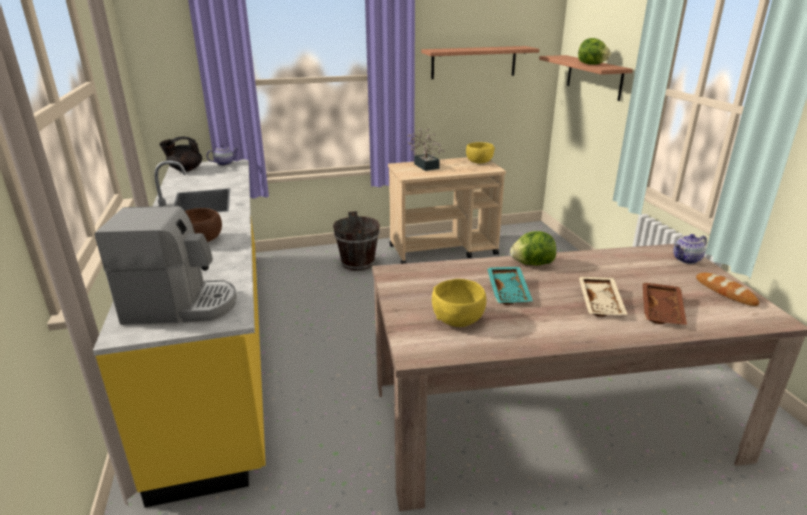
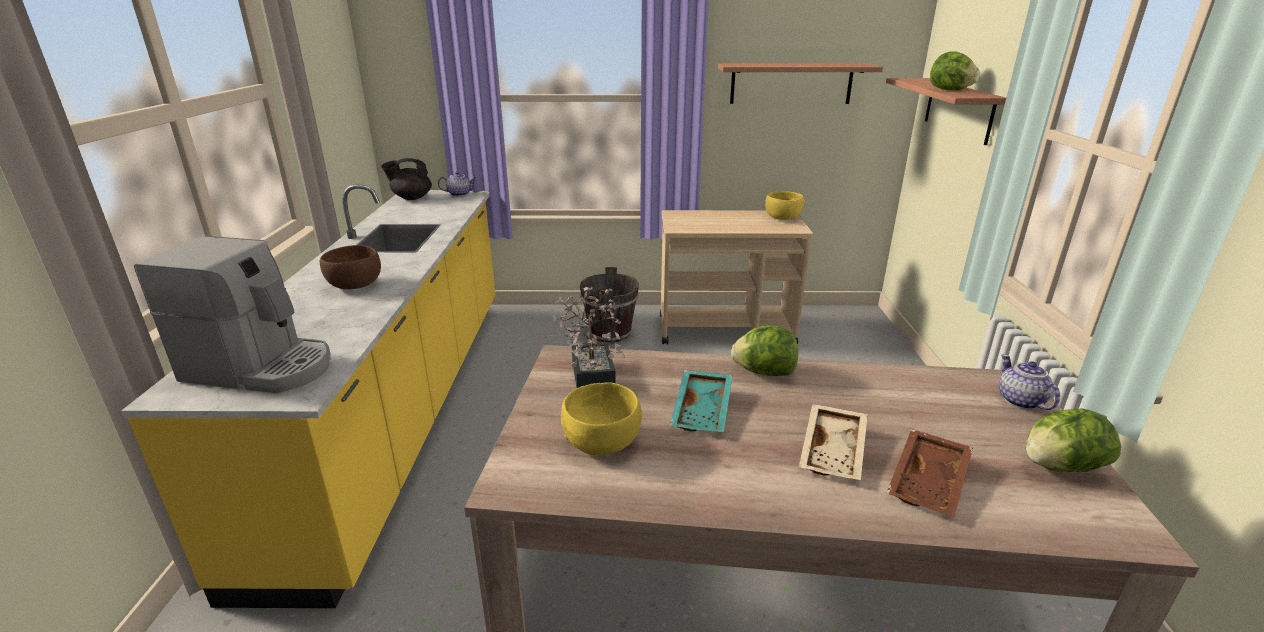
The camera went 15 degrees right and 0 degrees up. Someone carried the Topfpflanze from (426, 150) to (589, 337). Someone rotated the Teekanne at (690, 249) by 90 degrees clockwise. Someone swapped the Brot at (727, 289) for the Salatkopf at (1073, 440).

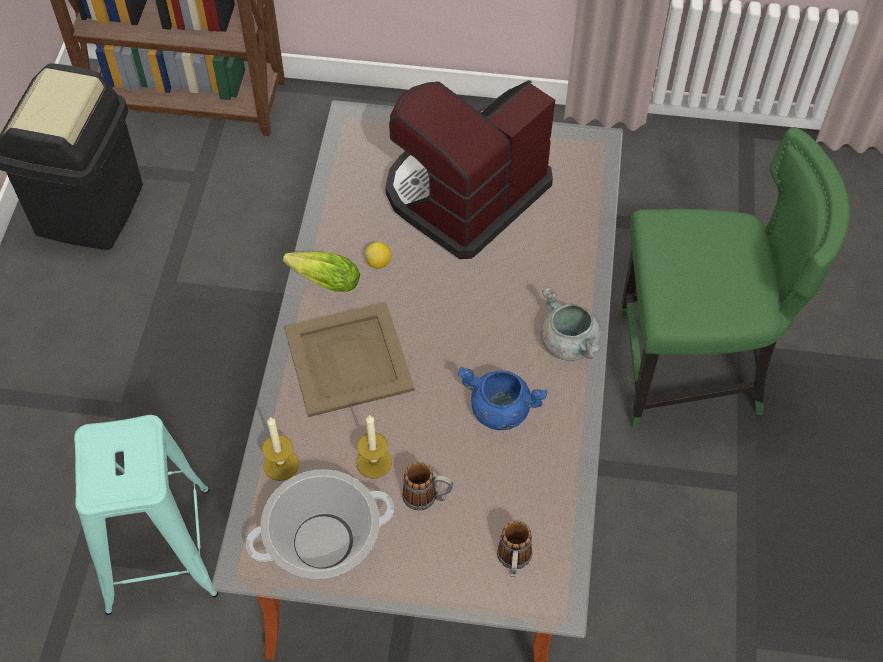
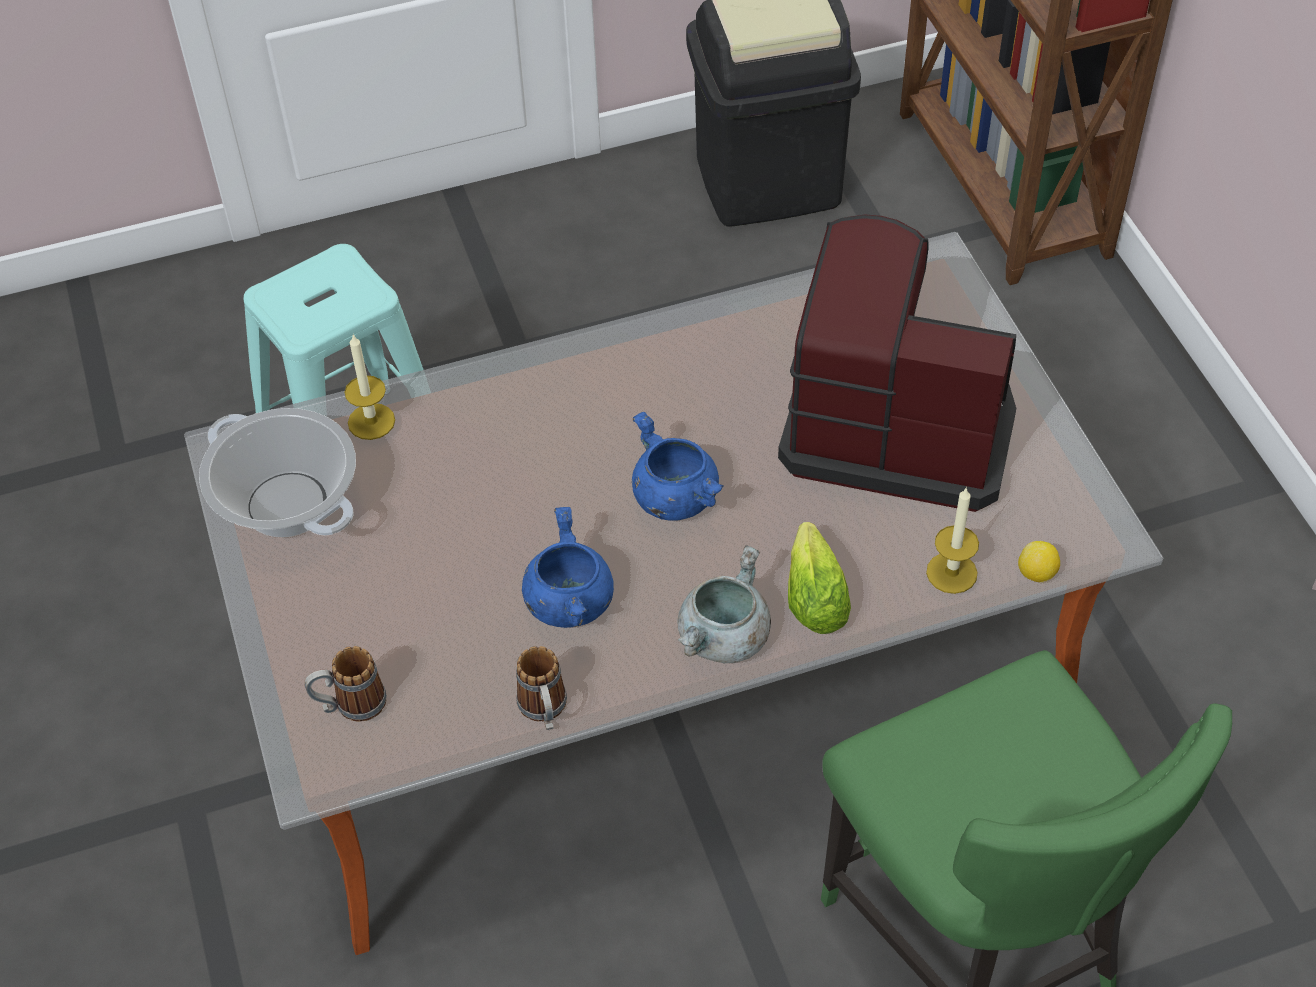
The camera went 65 degrees right and 5 degrees down. Someone carried the Henkelbecher from (427, 486) to (541, 688). Someone put down the Kochtopf [blau] at (678, 466). Someone carried the Salatkopf from (321, 272) to (819, 578). Someone carried the Kerze from (374, 447) to (952, 540). Someone carried the Zitrone from (378, 255) to (1039, 562). Someone took away the Tablett [beige] at (349, 359).

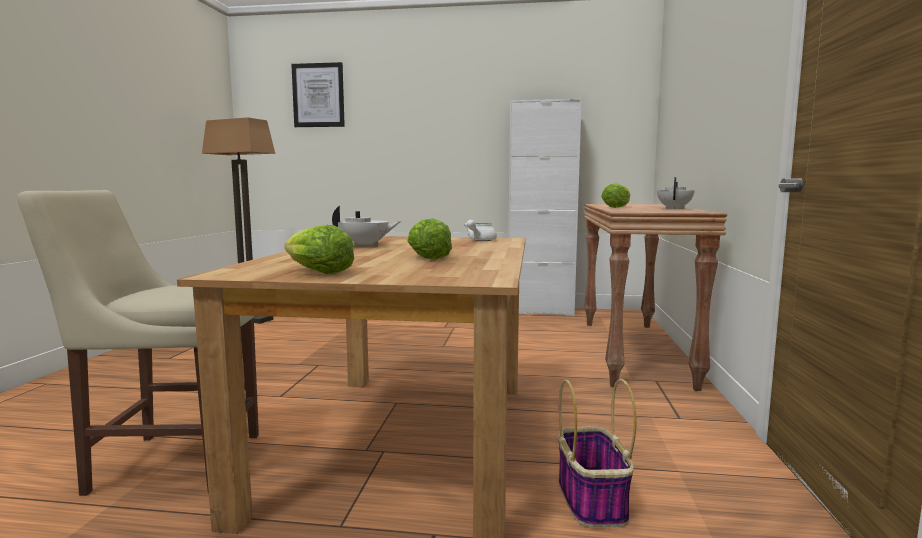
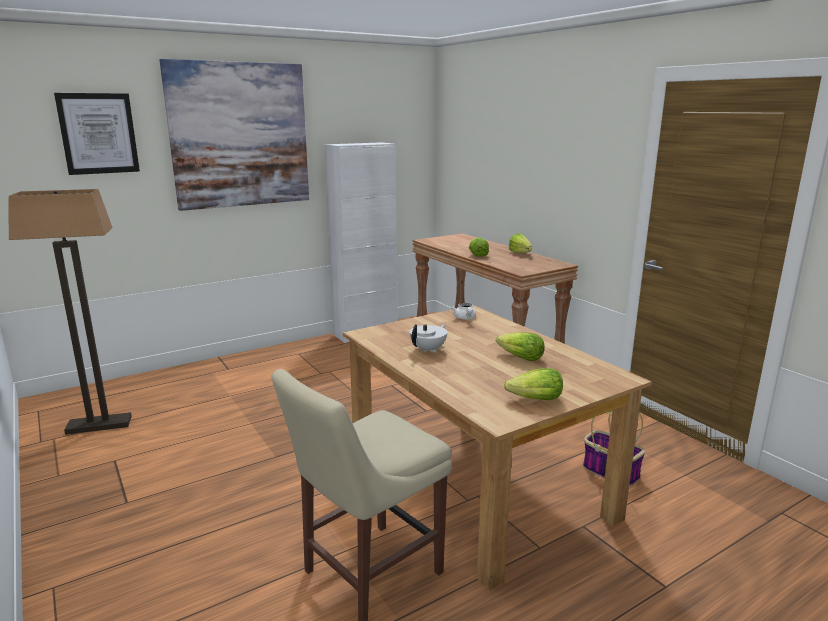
The camera went 40 degrees left and 10 degrees up. Someone put up the Bild at (234, 135). Someone swapped the Teekanne [weiß] at (676, 193) for the Salatkopf at (520, 243).

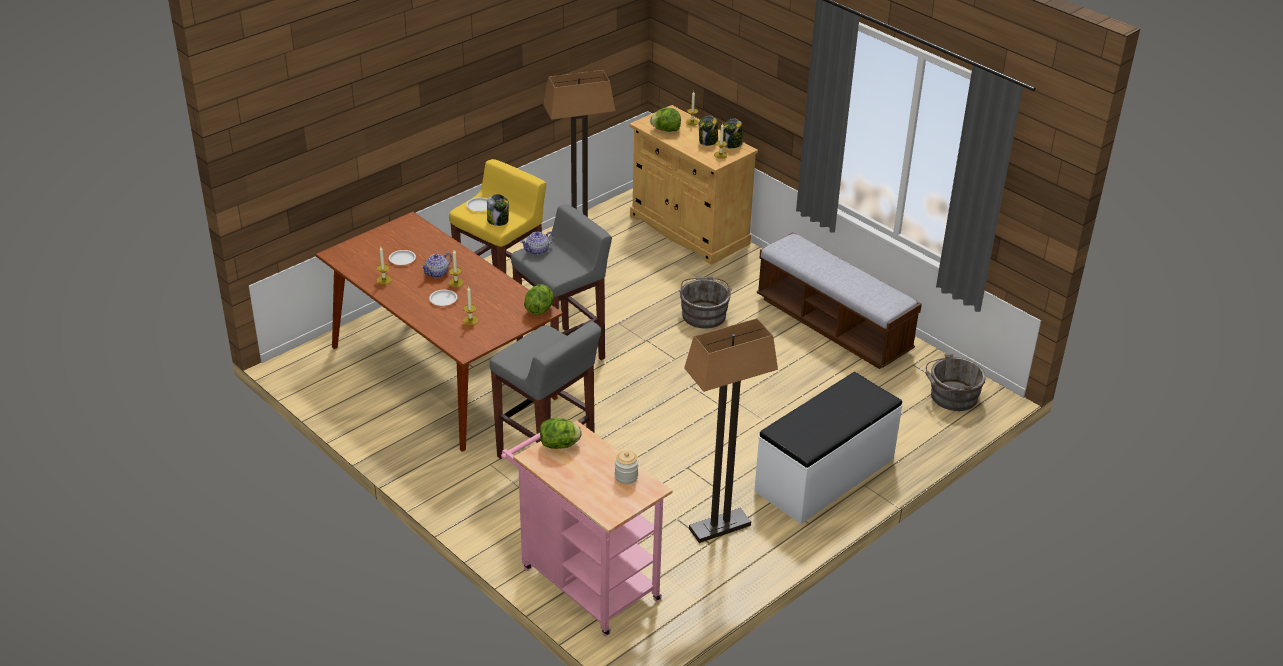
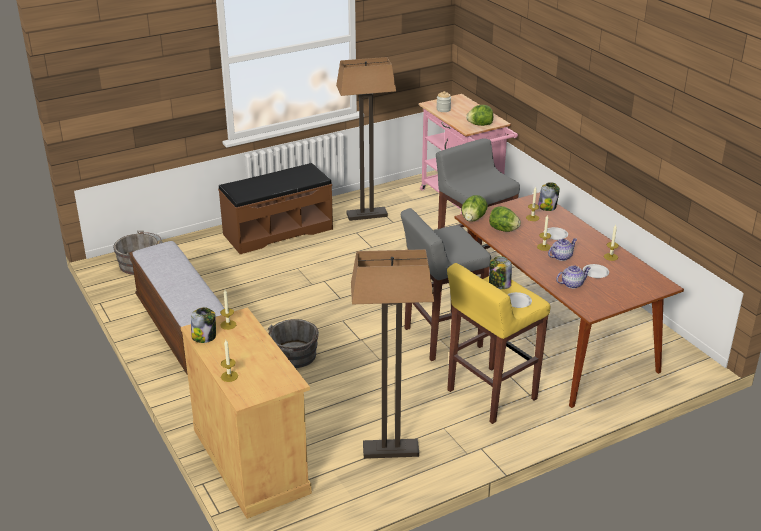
The camera went 165 degrees left and 5 degrees down. Someone repainted the Bank [weiß] at (828, 448), which became the Bank [braun] at (275, 208). Someone carried the Salatkopf from (665, 120) to (505, 219). Someone carried the Vorratsglas from (708, 131) to (549, 196). Someone carried the Teekanne from (537, 243) to (573, 277).

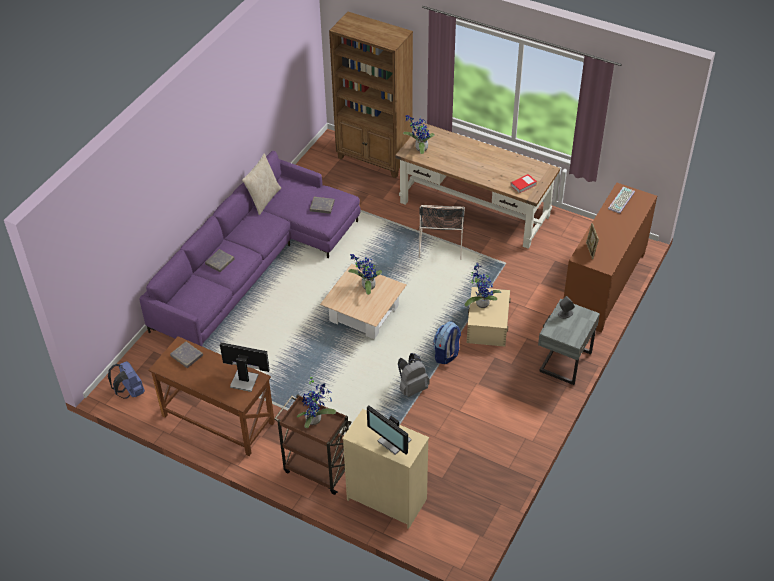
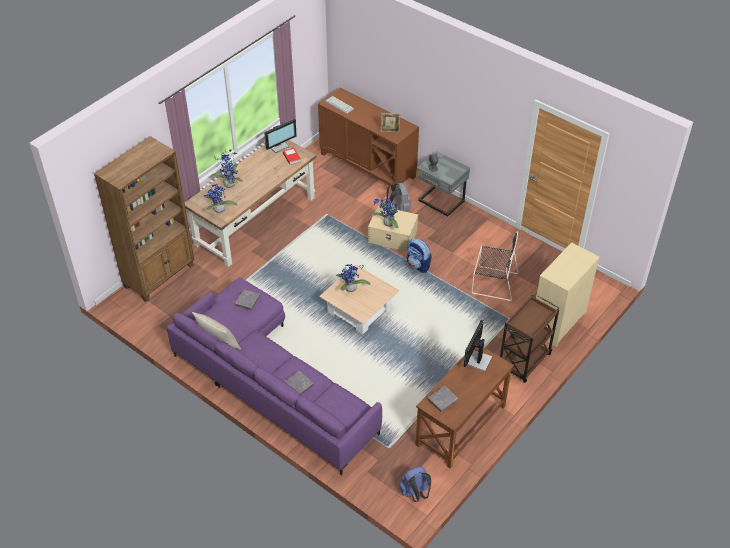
The camera went 80 degrees left and 0 degrees up. Someone carried the Topfpflanze from (316, 402) to (226, 168). Someone carried the Monitor from (389, 430) to (280, 136). Someone carried the Rucksack [grau] from (414, 375) to (399, 197). Someone carried the Stuhl [schwarz] from (442, 232) to (495, 266).

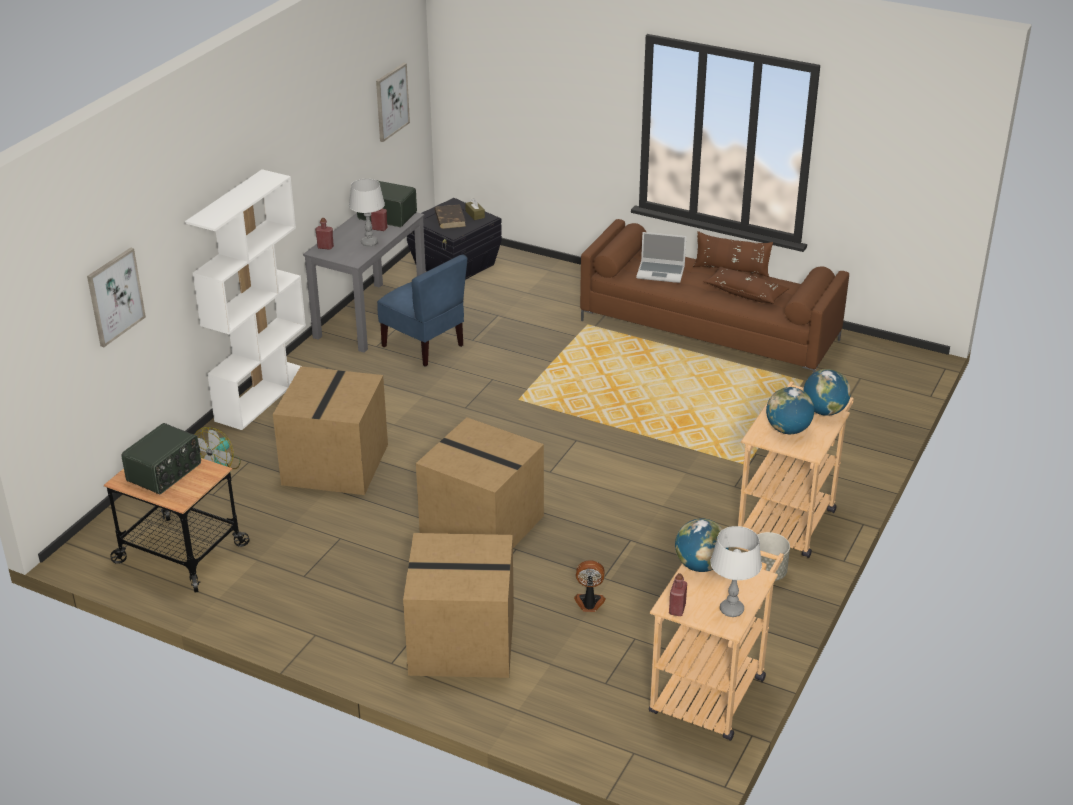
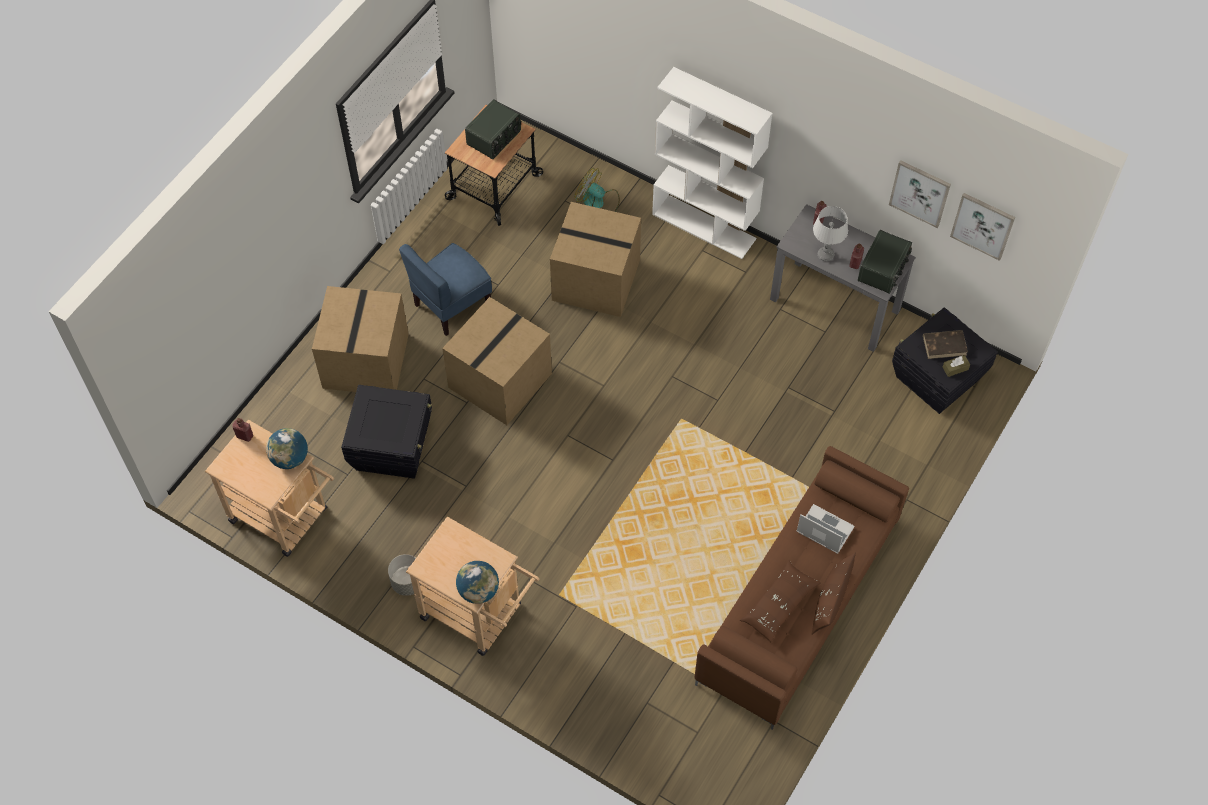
The camera went 95 degrees right and 25 degrees up. Someone swapped the Ventilator at (590, 586) for the Aufbewahrungsbox [schwarz] at (386, 432). Someone carried the Stuhl [blau] from (422, 310) to (445, 289). Someone rotated the Radio at (161, 458) by 90 degrees counterclockwise. Someone rotated the Laptop at (661, 257) by 105 degrees clockwise. Someone carried the Bild from (116, 297) to (920, 194). Someone took away the Tischlampe [grau] at (736, 571). Someone took away the Globus at (790, 410).

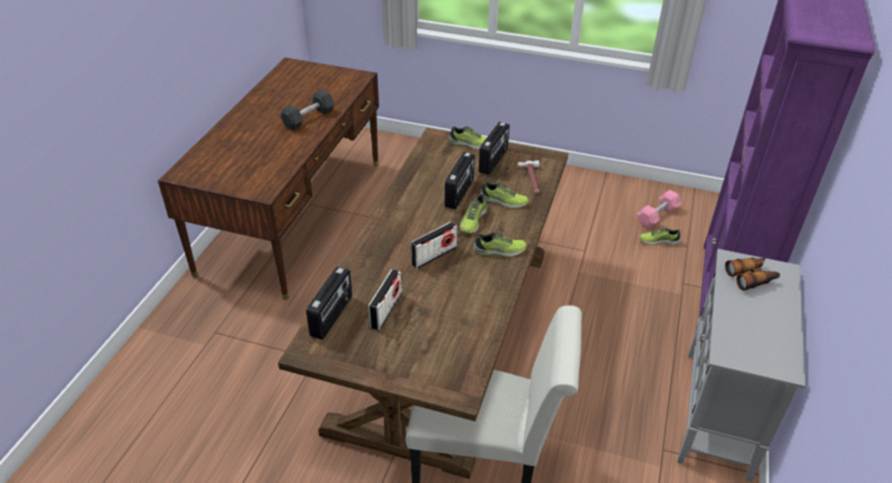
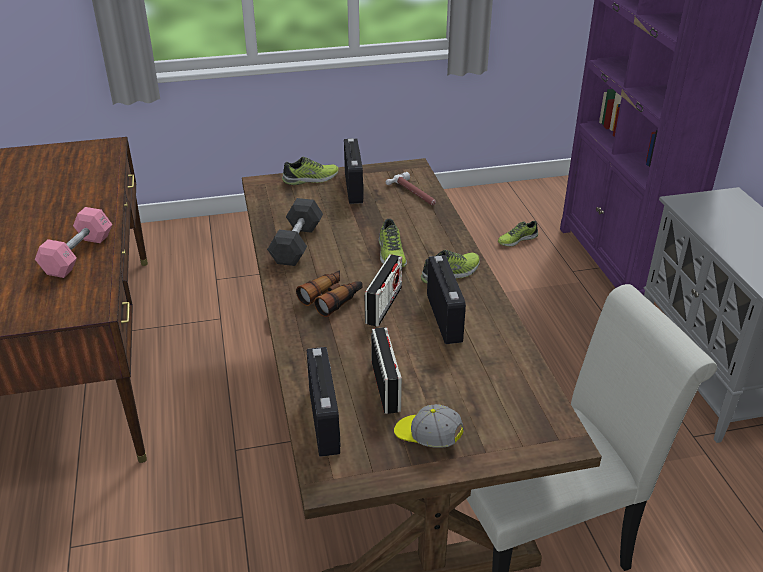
The camera went 30 degrees left and 5 degrees down. Someone carried the Hantel [rosa] from (659, 209) to (74, 242). Someone carried the Hantel [schwarz] from (307, 110) to (295, 232). Someone carried the Fernglas from (752, 274) to (329, 293). Someone put down the Kappe at (429, 426). Someone carried the Radio from (460, 180) to (446, 299). Someone took away the Schuh at (504, 195).

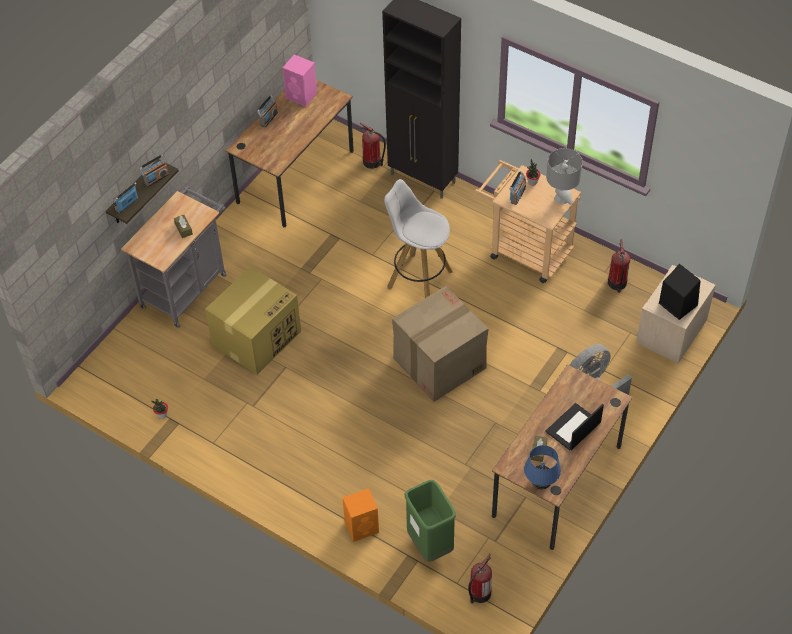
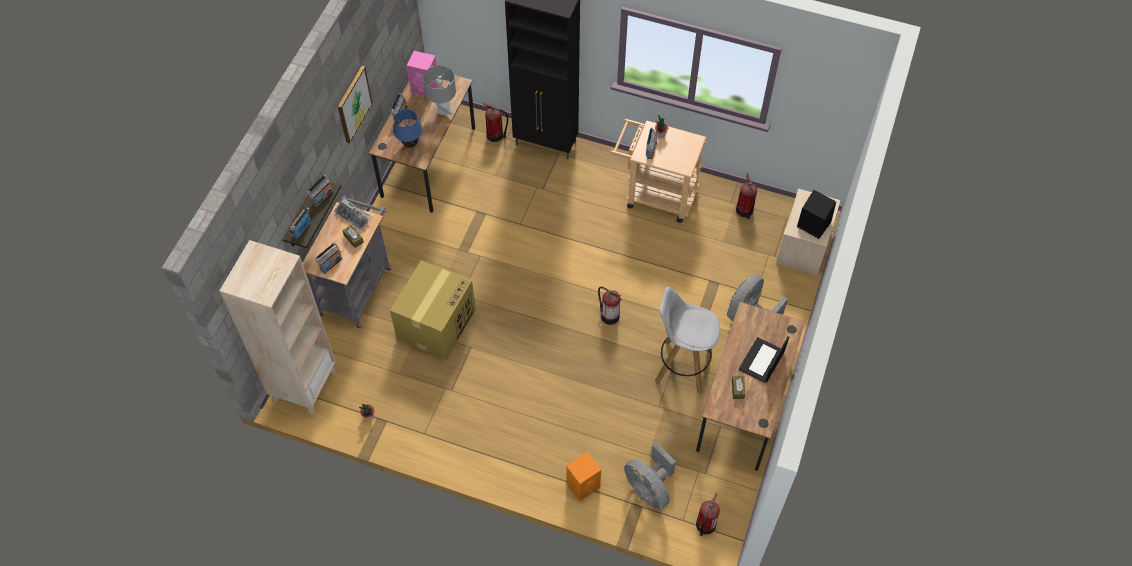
The camera went 15 degrees left and 5 degrees up. Someone put down the Bücherregal [beige] at (277, 327). Someone put down the Radio at (328, 258). Someone put down the Tastatur at (353, 214). Someone put up the Bild at (355, 104). Someone carried the Tischlampe [blau] from (542, 467) to (408, 128). Someone carried the Tischlampe [grau] from (564, 176) to (439, 90). Someone swapped the Karton at (440, 344) for the Feuerlöscher at (609, 305). Someone swapped the Mülleimer [grün] at (430, 521) for the Ventilator [grau] at (650, 476). Someone carried the Hocker [weiß] from (418, 238) to (687, 341).

